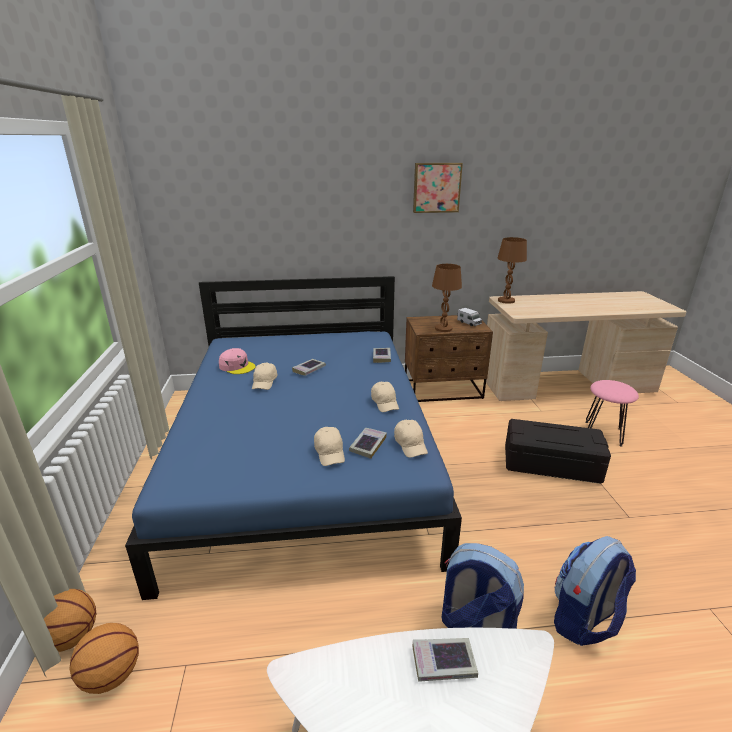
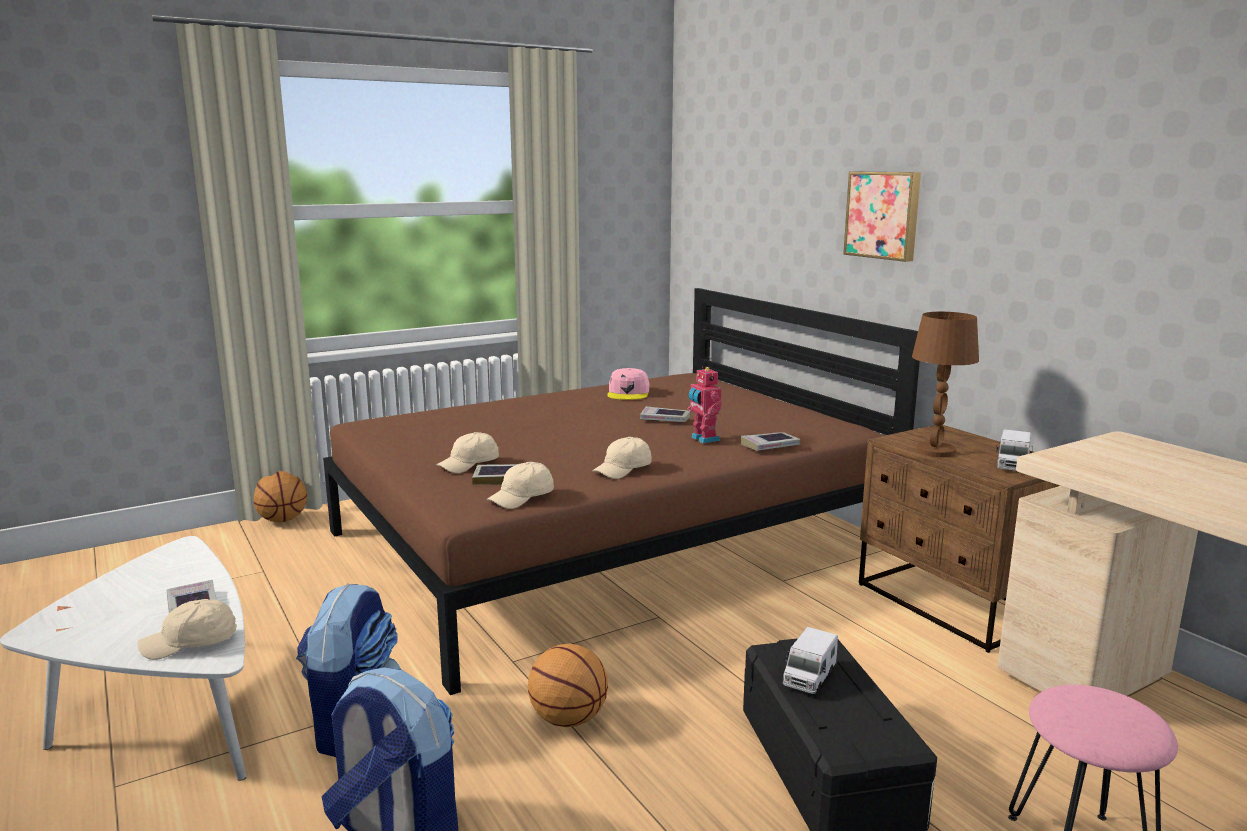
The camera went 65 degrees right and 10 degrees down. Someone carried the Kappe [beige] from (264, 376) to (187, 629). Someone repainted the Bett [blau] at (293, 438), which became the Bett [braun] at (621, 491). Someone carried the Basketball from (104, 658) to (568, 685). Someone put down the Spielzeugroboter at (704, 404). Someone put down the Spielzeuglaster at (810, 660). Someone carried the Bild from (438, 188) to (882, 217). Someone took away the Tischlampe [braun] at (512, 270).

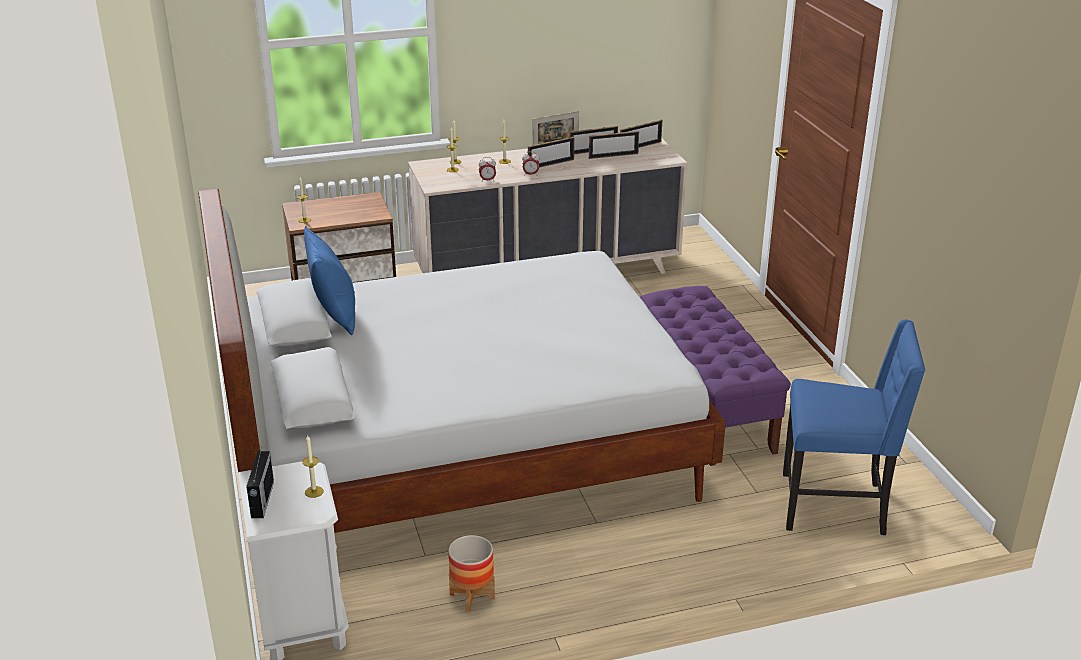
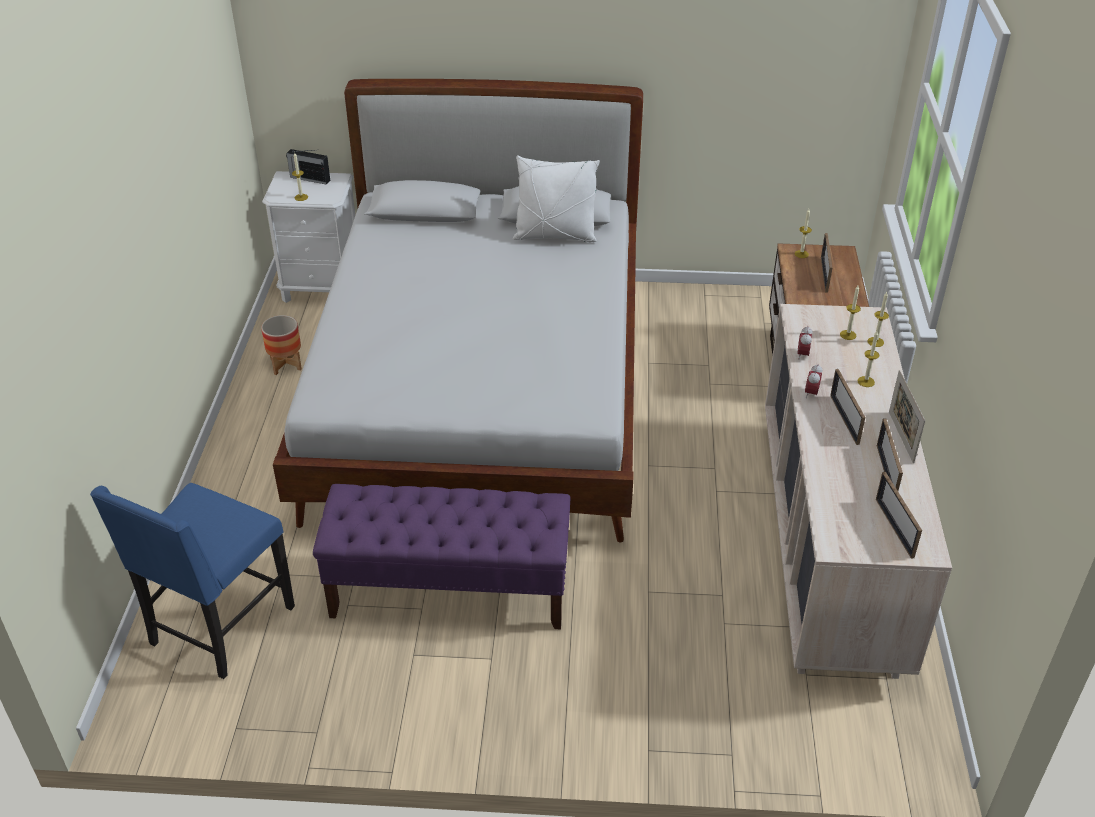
The camera went 110 degrees right and 10 degrees up. Someone repainted the Kissen [blau] at (329, 280), which became the Kissen [weiß] at (556, 198). Someone carried the Bilderrahmen from (614, 145) to (826, 263).

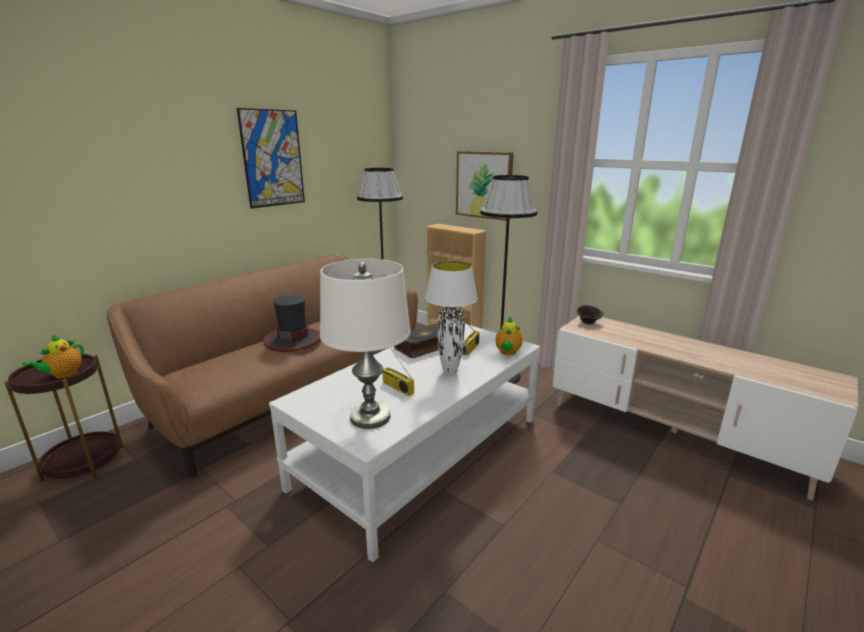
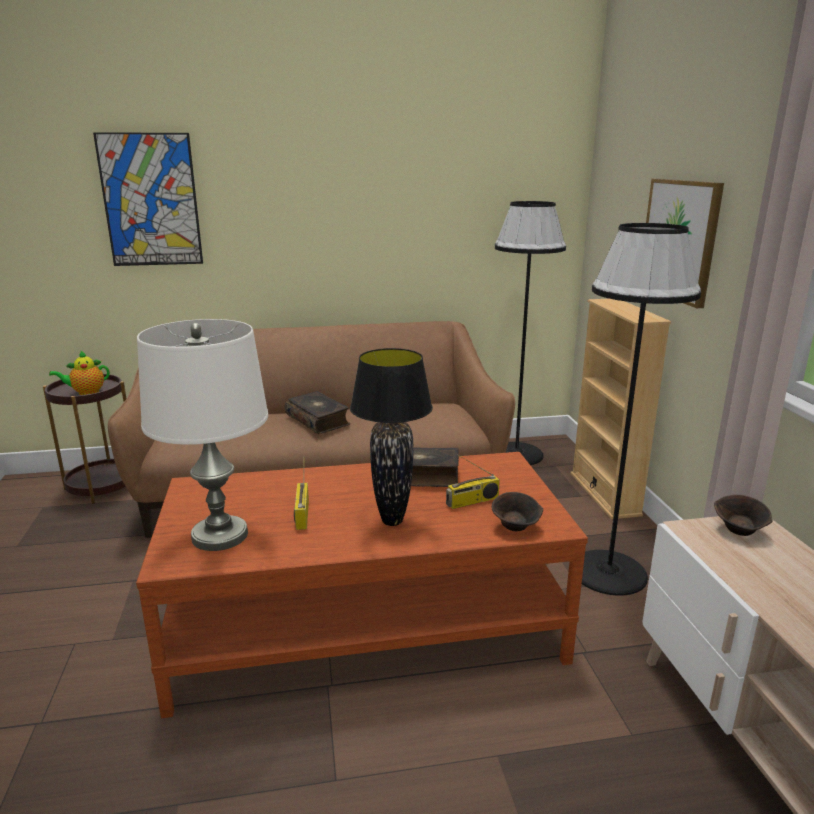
The camera went 40 degrees right and 0 degrees up. Someone carried the Bild from (271, 158) to (148, 199). Someone repainted the Couchtisch [weiß] at (404, 443), which became the Couchtisch [braun] at (362, 585). Someone swapped the Hut at (292, 323) for the Buch at (317, 412). Someone repainted the Tischlampe [weiß] at (451, 318), which became the Tischlampe [schwarz] at (391, 437). Someone swapped the Teekanne at (509, 336) for the Schüssel [braun] at (517, 511).

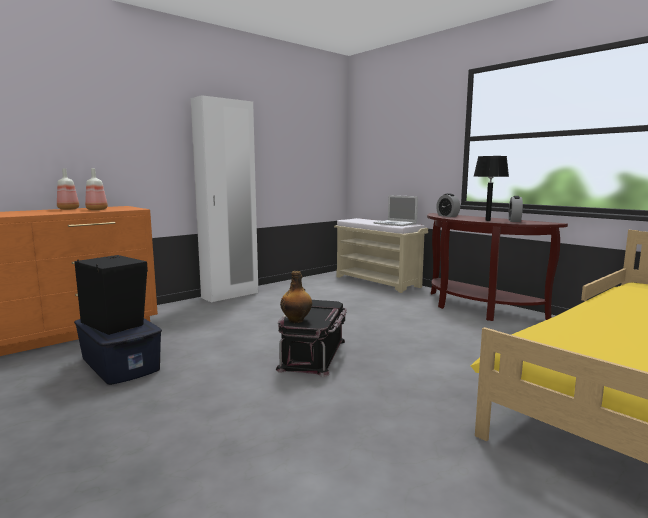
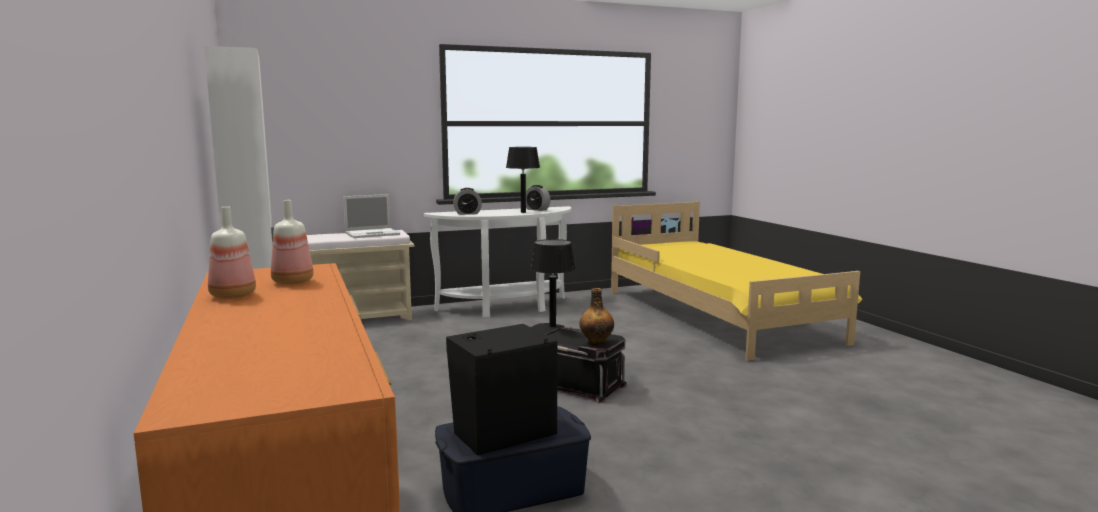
The camera went 70 degrees left and 0 degrees up. Someone repainted the Konsolentisch [braun] at (497, 267), which became the Konsolentisch [weiß] at (497, 262). Someone put down the Tischlampe [schwarz] at (553, 283).

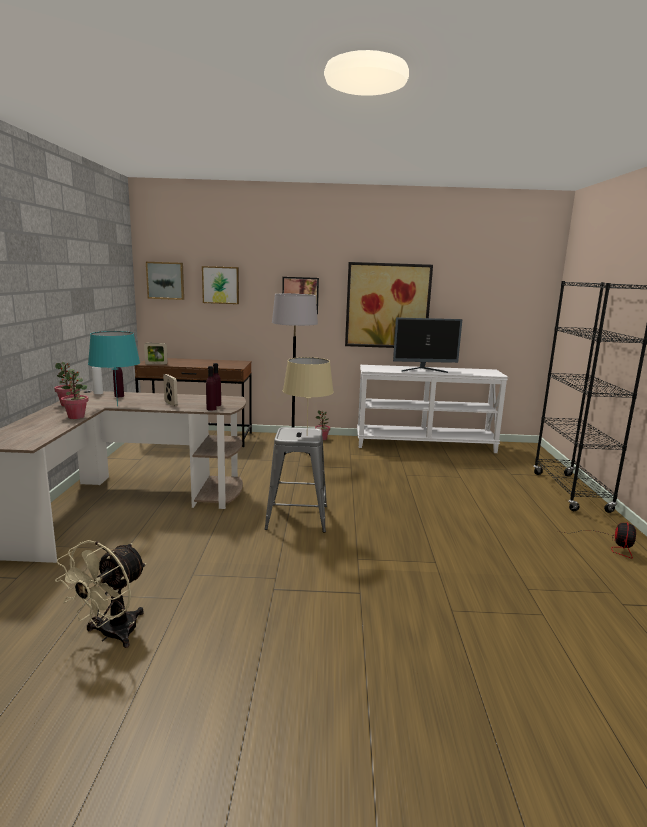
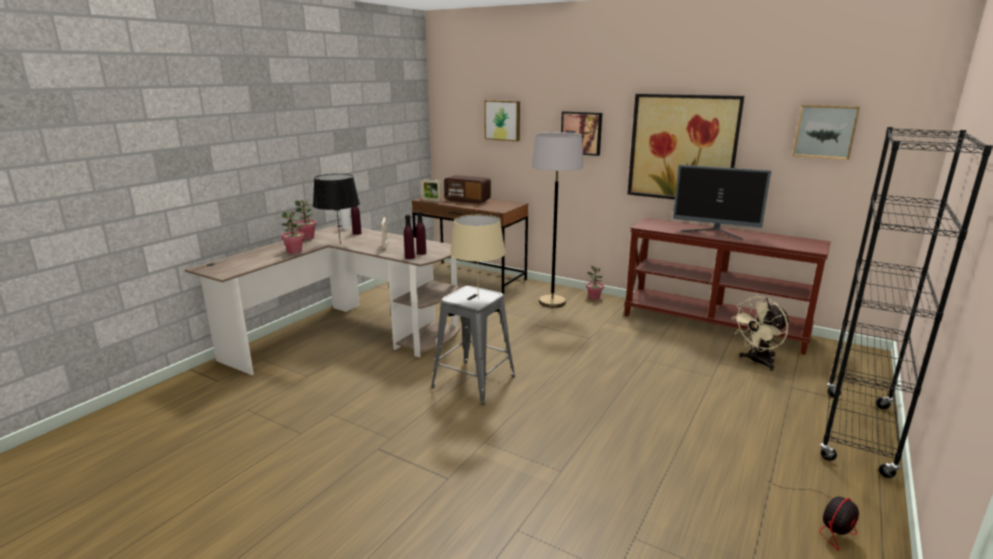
The camera went 30 degrees right and 5 degrees up. Someone repainted the Tischlampe [türkis] at (114, 368), which became the Tischlampe [schwarz] at (336, 209). Someone put down the Radio at (467, 189). Someone repainted the Konsolentisch [weiß] at (432, 409), which became the Konsolentisch [braun] at (727, 286). Someone carried the Ventilator [beige] from (101, 594) to (760, 333). Someone carried the Bild from (165, 281) to (826, 132).

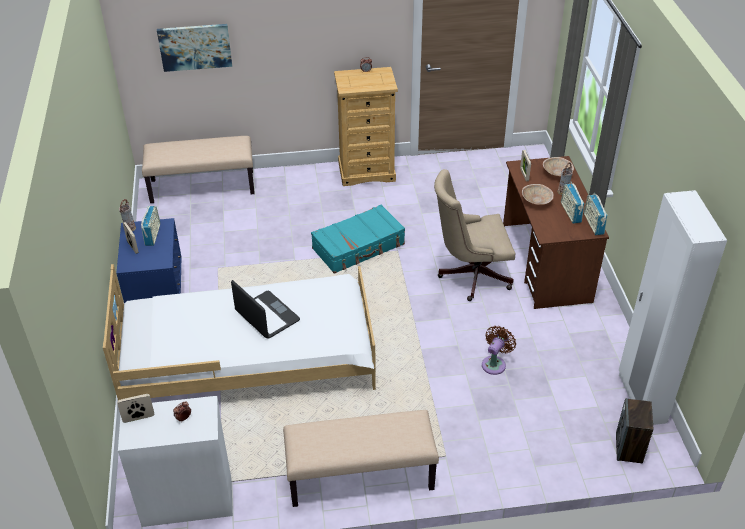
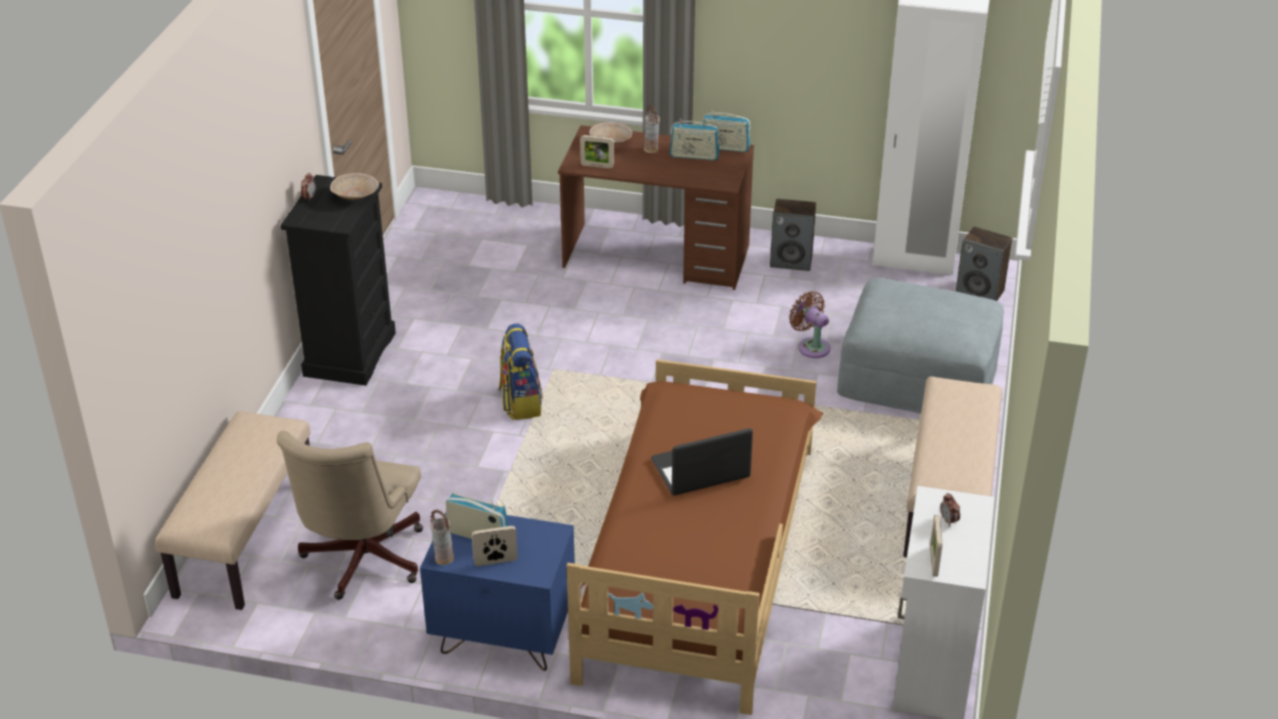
The camera went 70 degrees left and 5 degrees down. Someone carried the Bürostuhl [beige] from (474, 235) to (350, 515). Someone repainted the Kommode [beige] at (366, 126), which became the Kommode [schwarz] at (338, 280). Someone carried the Schüssel [beige] from (538, 194) to (354, 186). Someone swapped the Koffer [türkis] at (358, 239) for the Rucksack at (521, 371). Someone repainted the Bett [weiß] at (239, 332), which became the Bett [braun] at (695, 537). Someone put down the Lautsprecher at (793, 235). Someone put down the Polsterhocker [grau] at (920, 345). Someone took away the Bild at (194, 48).

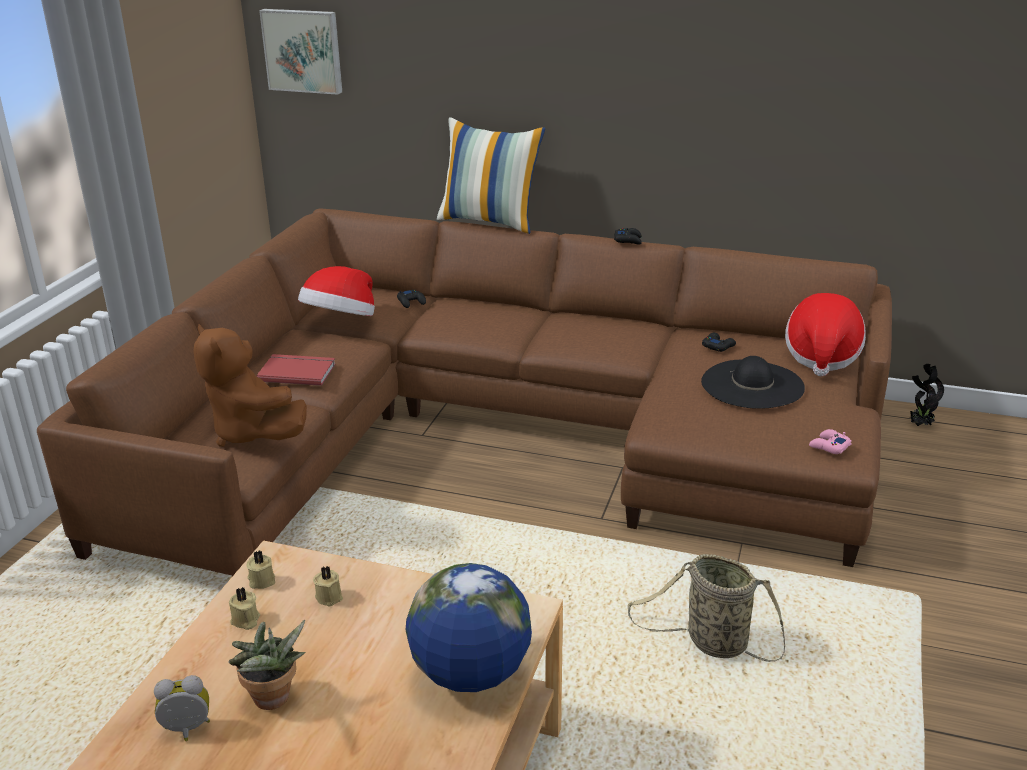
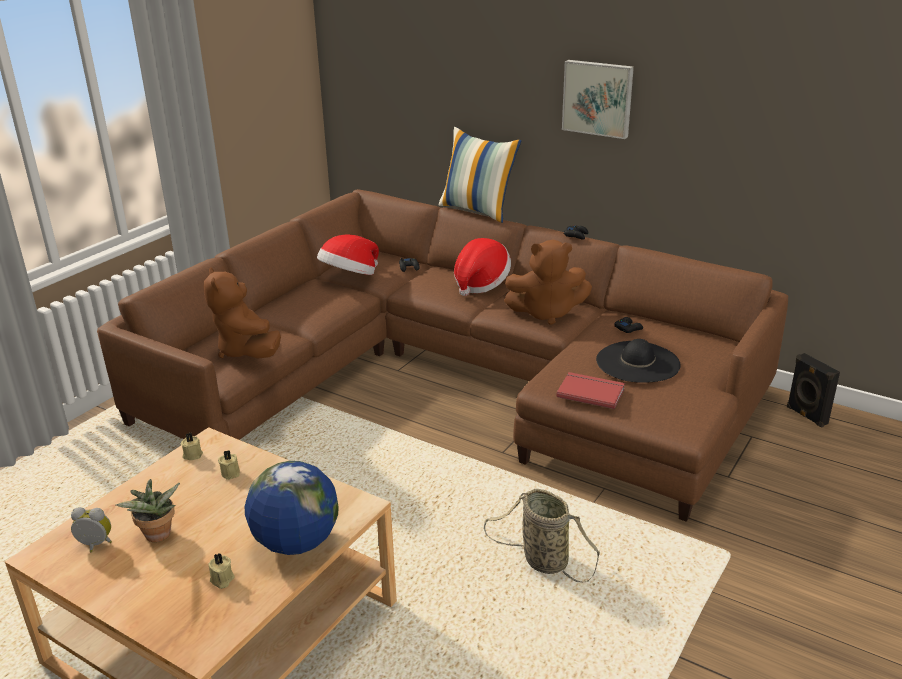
The camera went 15 degrees right and 0 degrees up. Someone carried the Kerze [beige] from (244, 608) to (221, 571). Someone carried the Hut from (825, 335) to (482, 267). Someone put down the Plüschtier [braun] at (548, 282). Someone carried the Buch [rot] from (296, 370) to (591, 390). Someone carried the Bild from (300, 52) to (598, 99). Someone swapped the Topfpflanze at (927, 395) for the Lautsprecher [schwarz] at (813, 390). Someone took away the Gamepad [rosa] at (830, 441).

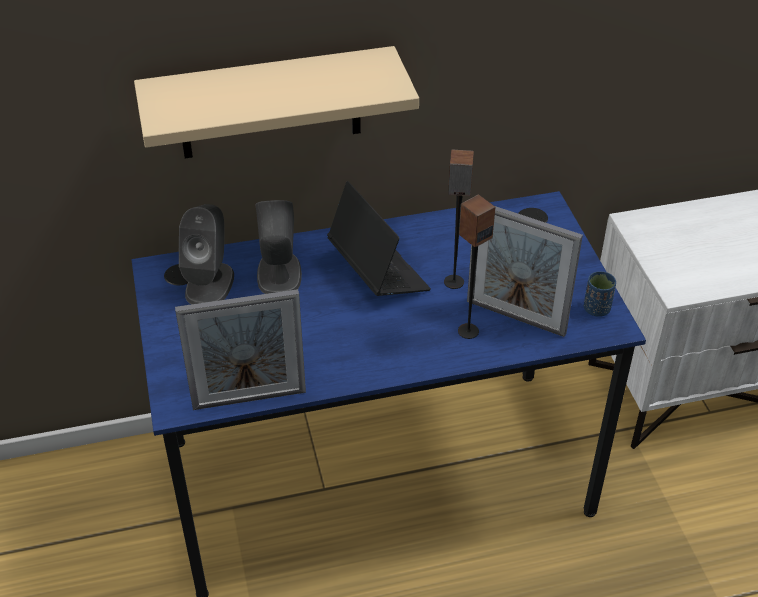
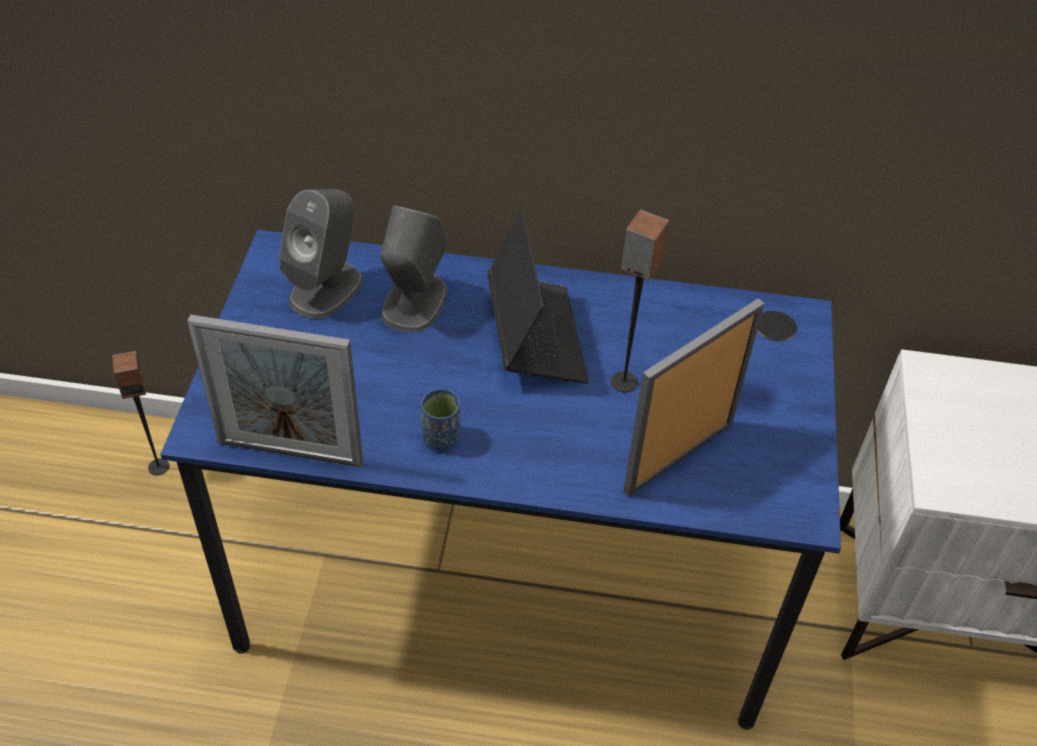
The camera went 20 degrees right and 5 degrees up. Someone carried the Lautsprecher from (476, 266) to (140, 413). Someone carried the Tasse [blau] from (600, 294) to (440, 419). Someone rotated the Bilderrahmen at (525, 271) by 90 degrees clockwise. Someone took away the Wandregal [beige] at (276, 102).

